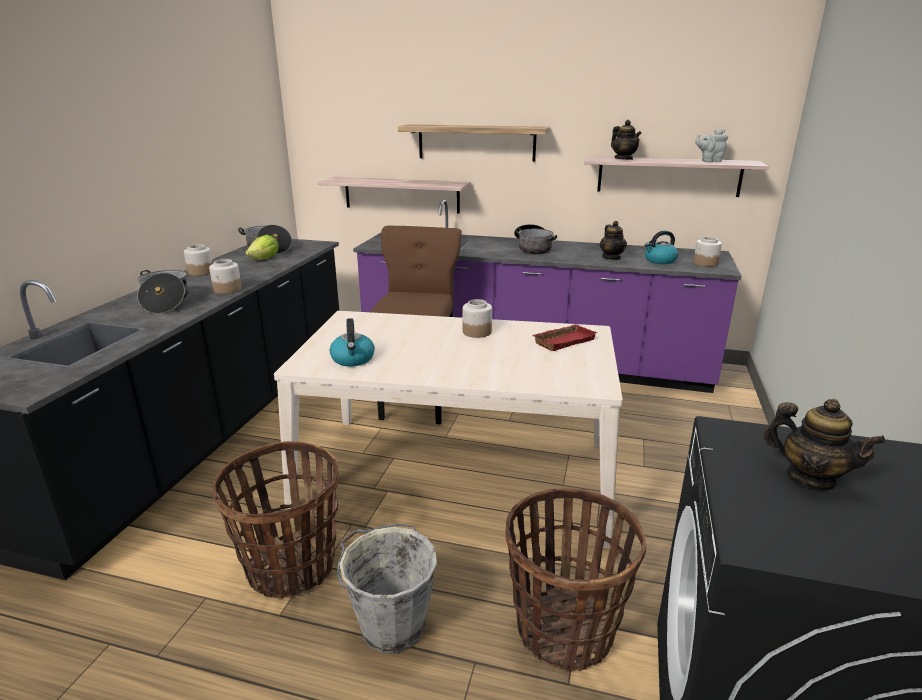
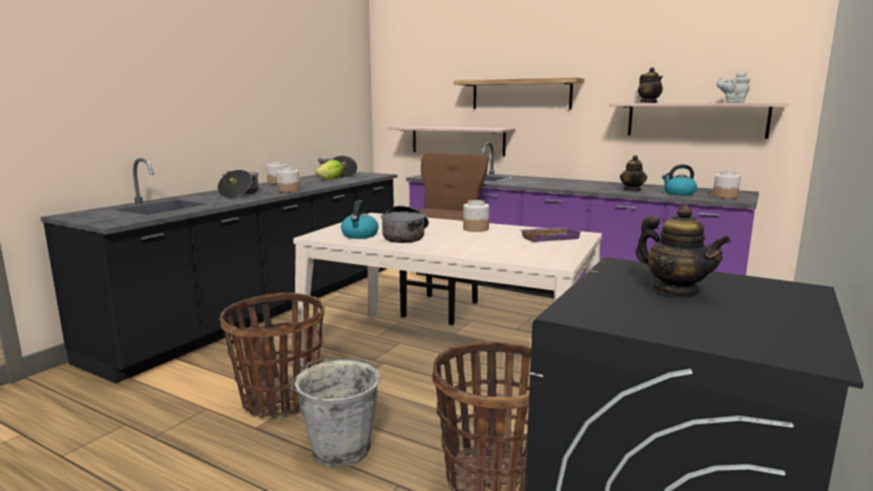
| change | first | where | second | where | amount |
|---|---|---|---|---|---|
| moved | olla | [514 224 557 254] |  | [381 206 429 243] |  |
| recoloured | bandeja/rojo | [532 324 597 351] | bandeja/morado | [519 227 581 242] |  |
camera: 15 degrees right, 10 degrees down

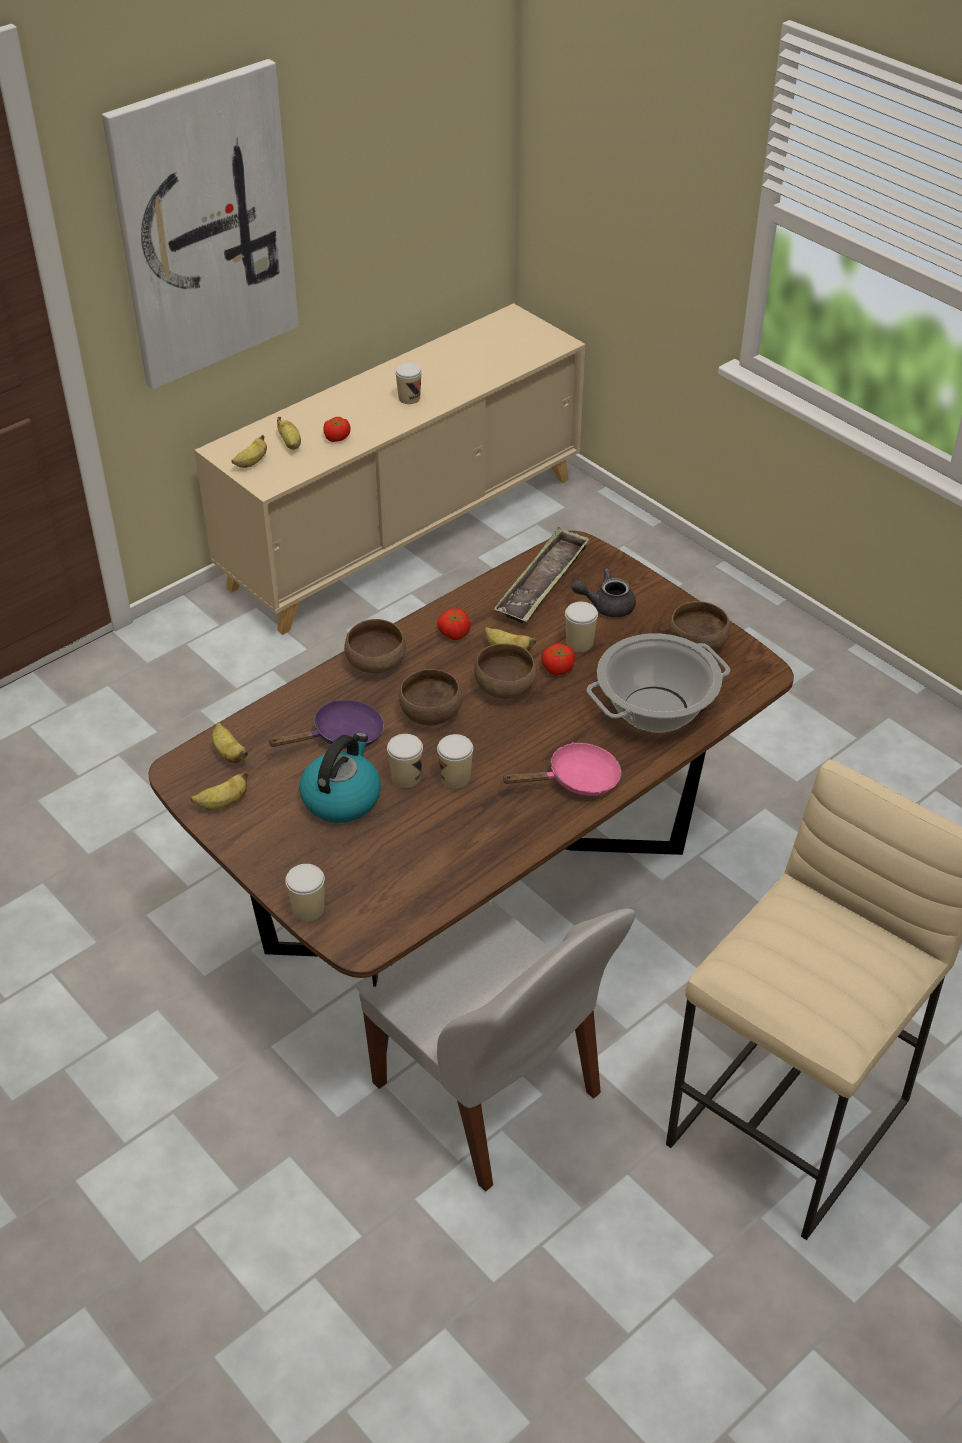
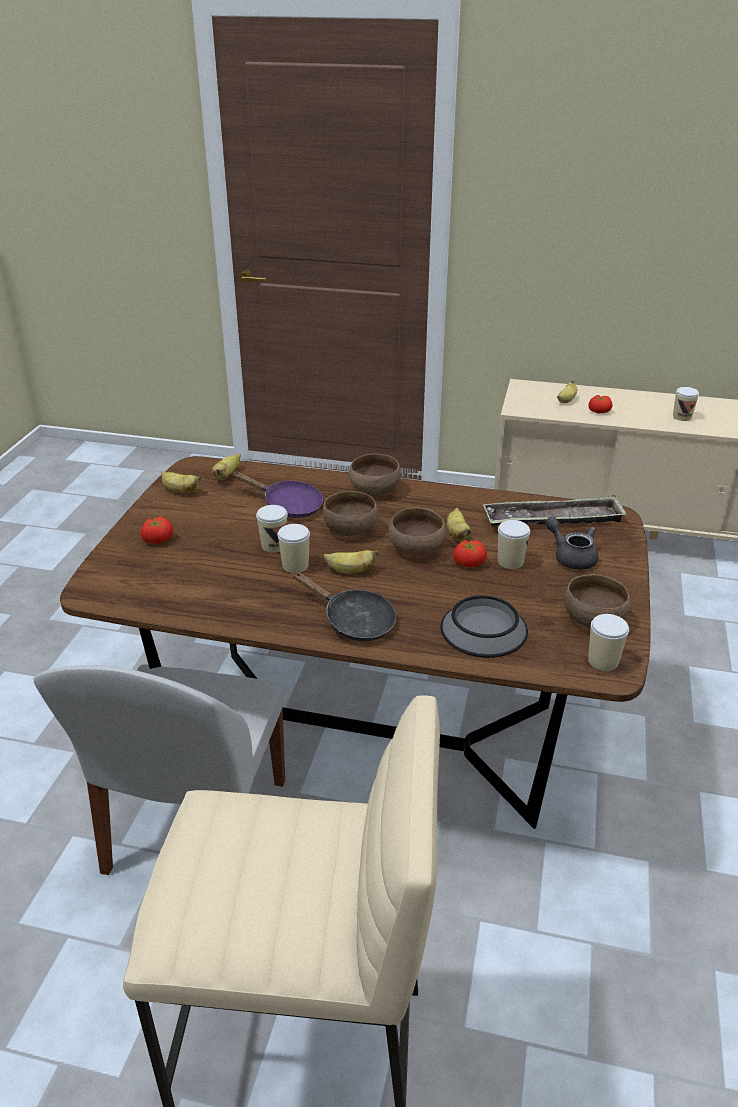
| change | first | where | second | where | amount |
|---|---|---|---|---|---|
| removed | cuadro | [102 59 299 389] |  |  |  |
| moved | plátano | [231 435 267 468] |  | [323 550 378 573] |  |
| moved | tomate | [437 608 471 640] |  | [141 517 174 544] |  |
| replaced | olla | [587 633 730 733] | cuenco | [440 595 528 658] |  |
| removed | hervidor | [299 733 381 823] |  |  |  |
| recoloured | sartén/rosa | [501 742 622 796] | sartén/negro | [293 572 396 641] |  |
| moved | taza | [285 864 325 922] |  | [588 614 629 671] |  |
camera: 55 degrees right, 10 degrees down

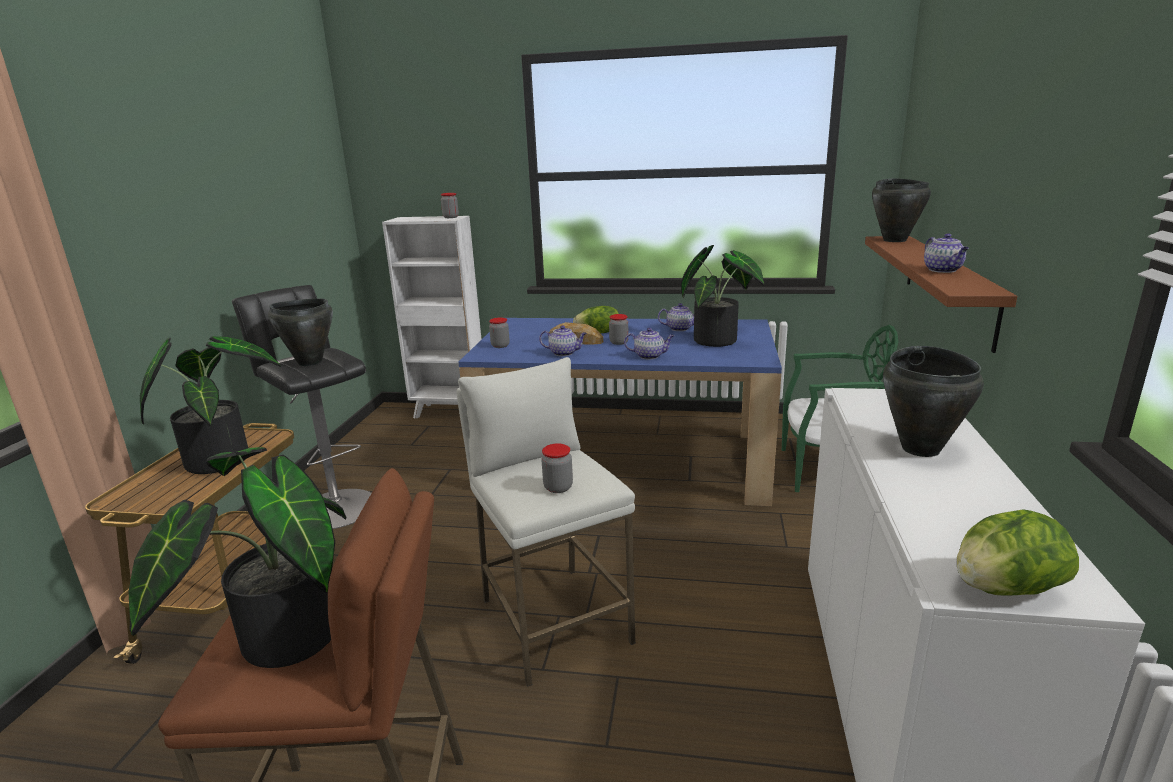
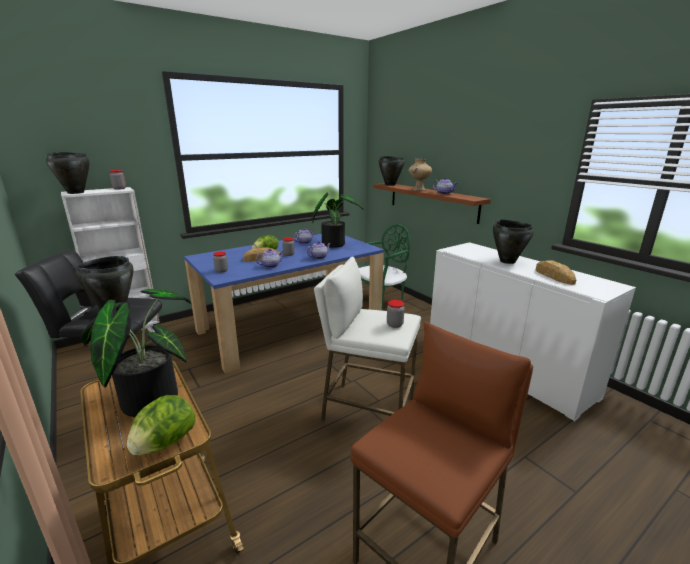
| change | first | where | second | where | amount |
|---|---|---|---|---|---|
| removed | planta en maceta | [128 447 346 668] |  |  |  |
| moved | lechuga | [957 509 1079 595] |  | [127 395 195 456] |  |
| added |  |  | olla/negro | [46 152 90 194] |  |
| added |  |  | florero/beis | [409 159 432 191] |  |
| added |  |  | pan | [536 260 576 285] |  |
camera: 45 degrees left, 0 degrees up

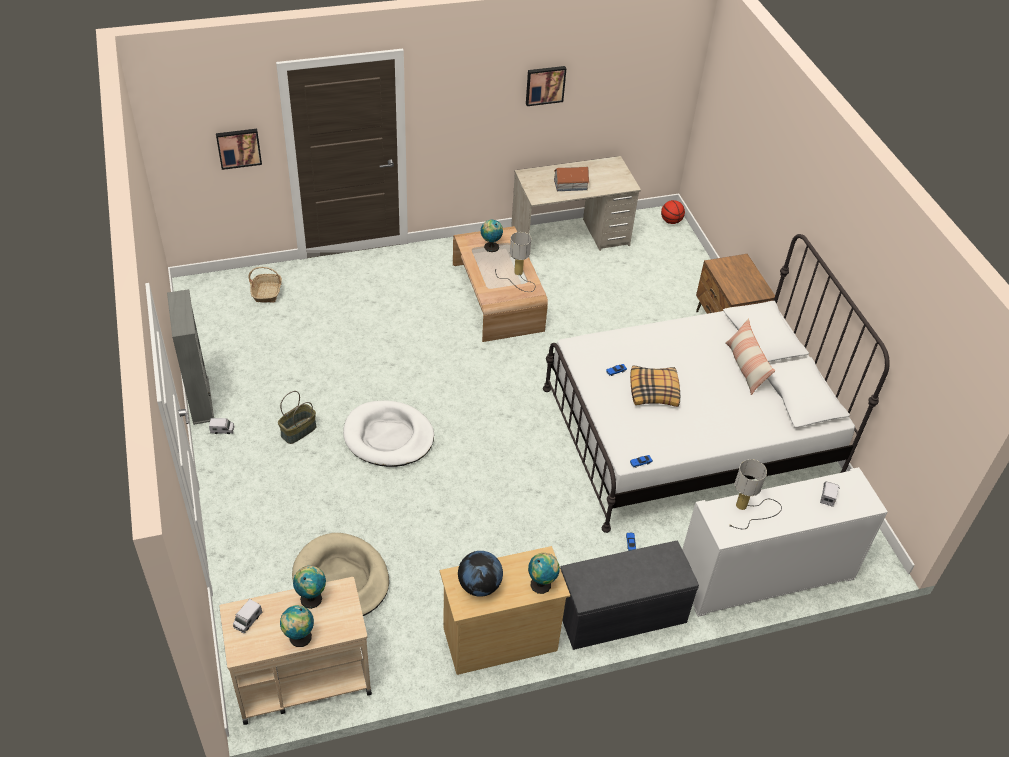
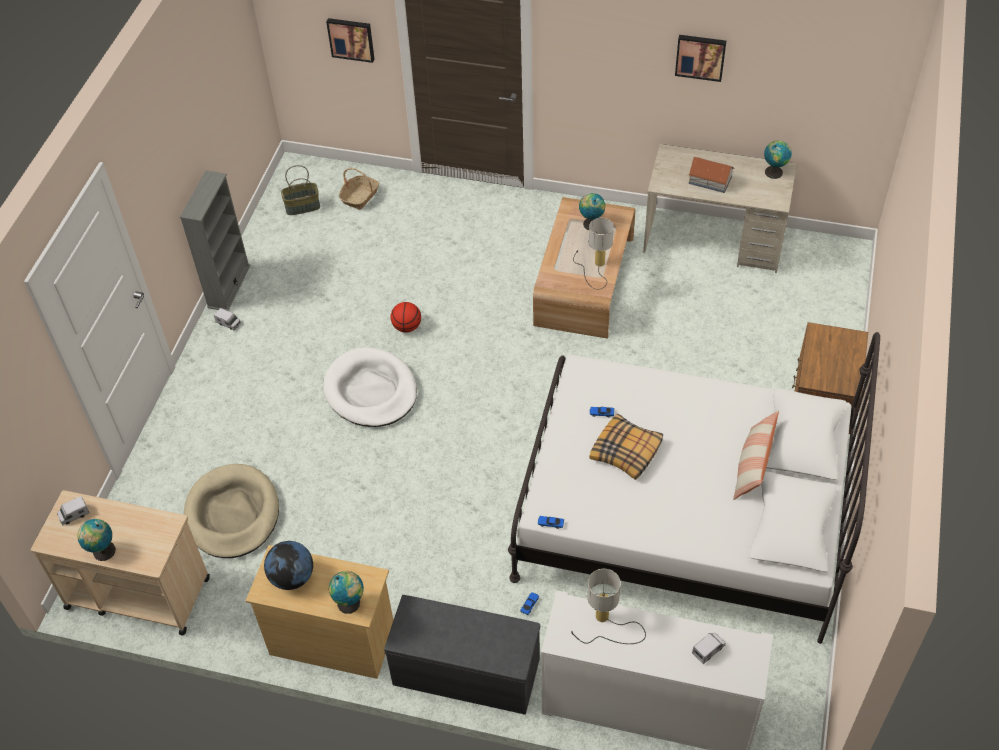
| change | first | where | second | where | amount |
|---|---|---|---|---|---|
| moved | balón de baloncesto | [661 200 685 224] |  | [391 302 421 333] |  |
| moved | cesta | [278 391 317 444] |  | [281 165 320 215] |  |
| moved | globo terráqueo | [293 566 326 609] |  | [764 140 792 179] |  |
camera: 35 degrees right, 5 degrees up

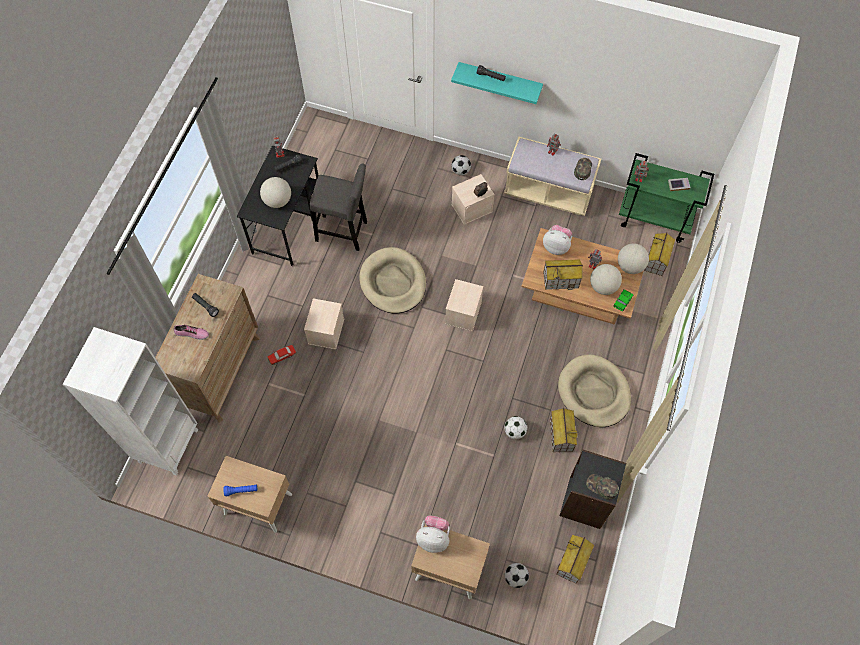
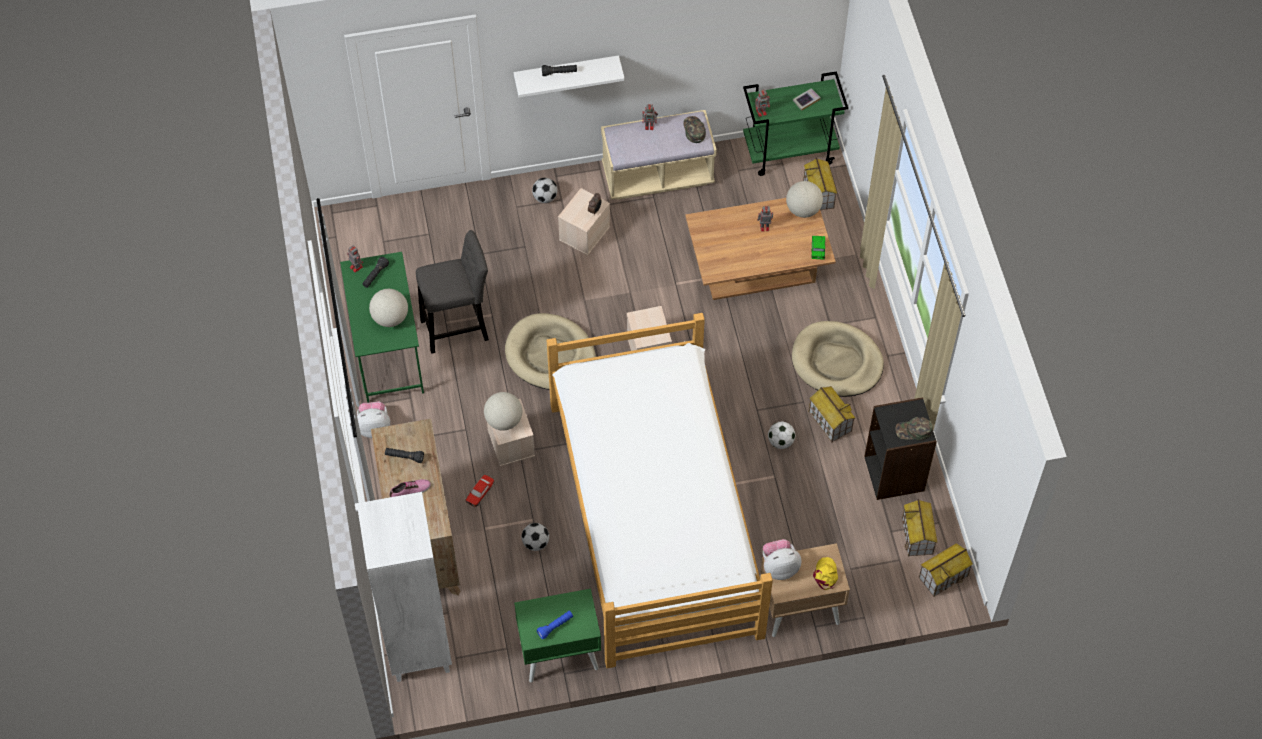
| change | first | where | second | where | amount |
|---|---|---|---|---|---|
| recoloured | estante/turquesa | [451 62 543 104] | estante/blanco | [514 55 625 98] |  |
| recoloured | escritorio/negro | [237 145 318 266] | escritorio/verde | [340 252 424 403] |  |
| moved | peluche | [543 225 572 255] |  | [357 401 390 438] |  |
| moved | casita | [543 259 583 290] |  | [919 543 973 597] |  |
| moved | globo terráqueo | [590 264 622 295] |  | [484 392 522 431] |  |
| recoloured | mesita de noche/beis | [207 456 292 533] | mesita de noche/verde | [514 589 601 683] |  |
| moved | balón de fútbol | [505 563 529 588] |  | [521 523 549 551] |  |
| added |  |  | cama | [547 313 773 668] |  |
| added |  |  | gorra/amarillo | [813 557 838 590] |  |
camera: 30 degrees left, 5 degrees down

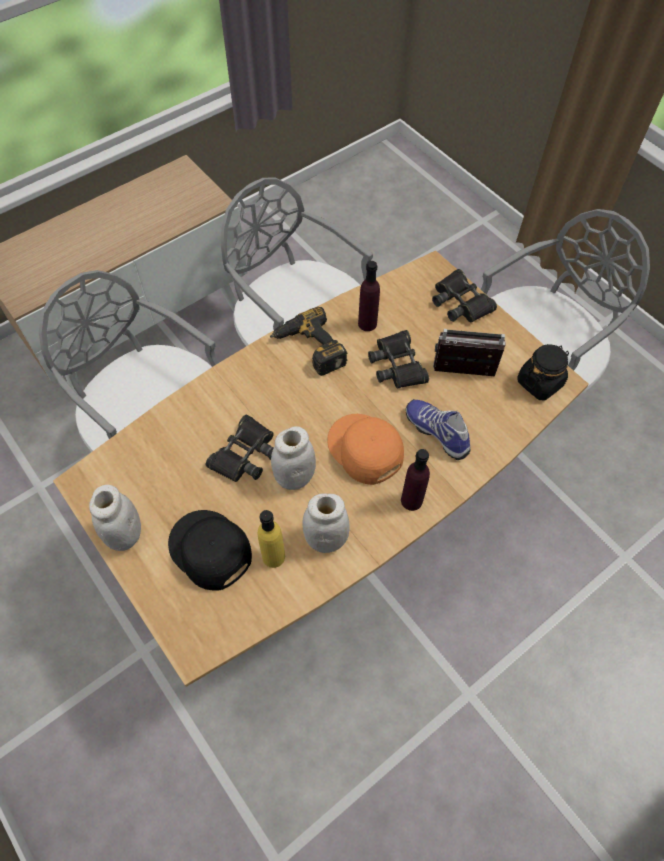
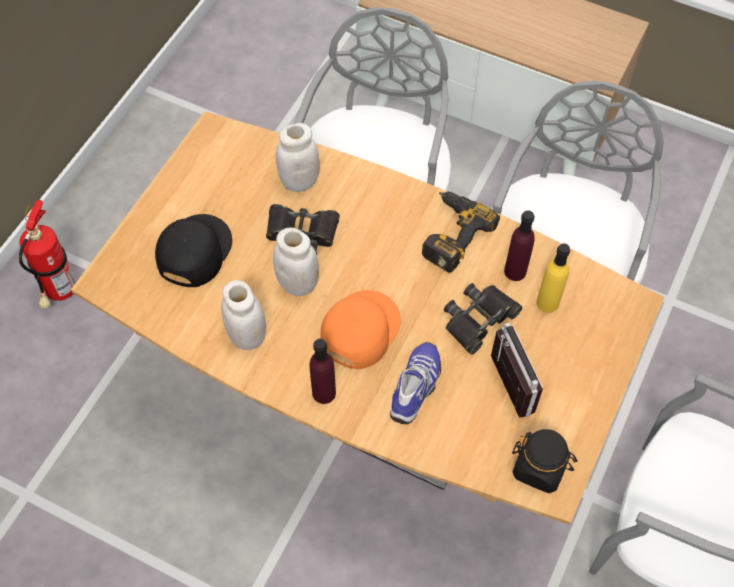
| change | first | where | second | where | amount |
|---|---|---|---|---|---|
| removed | prismáticos/negro | [432 269 497 322] |  |  |  |
| moved | tarro/blanco | [89 485 141 551] |  | [276 123 320 192] |  |
| moved | botella/amarillo | [257 510 285 568] |  | [537 243 570 313] |  |
| added |  |  | extintor | [19 200 77 309] |  |
camera: 65 degrees right, 0 degrees up

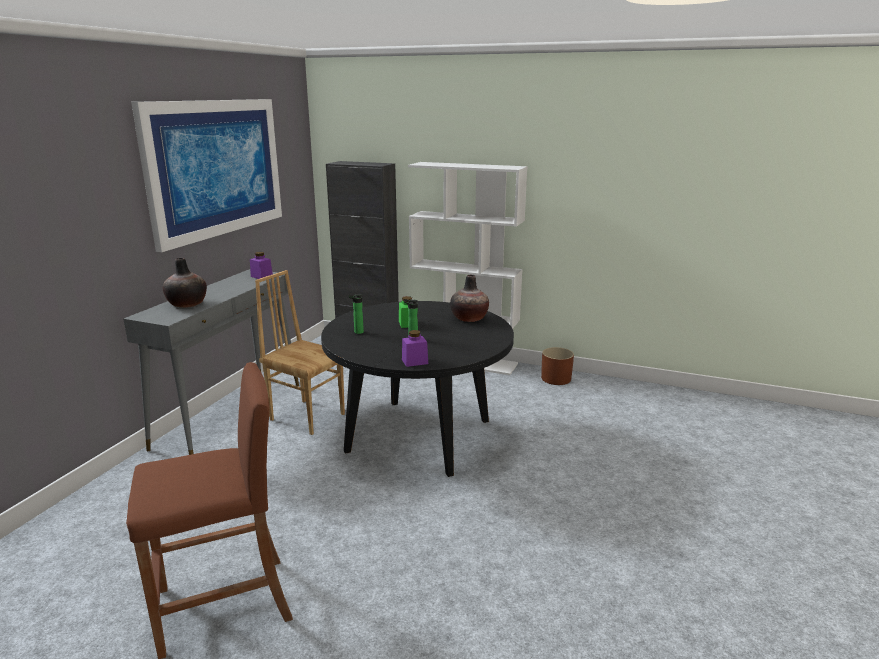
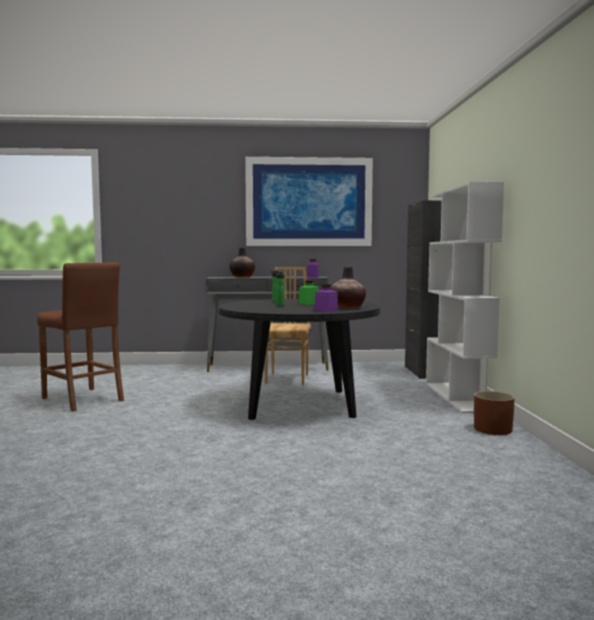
| change | first | where | second | where | amount |
|---|---|---|---|---|---|
| moved | tarro/morado | [402 330 428 367] |  | [314 284 338 312] |  |
camera: 65 degrees right, 15 degrees down

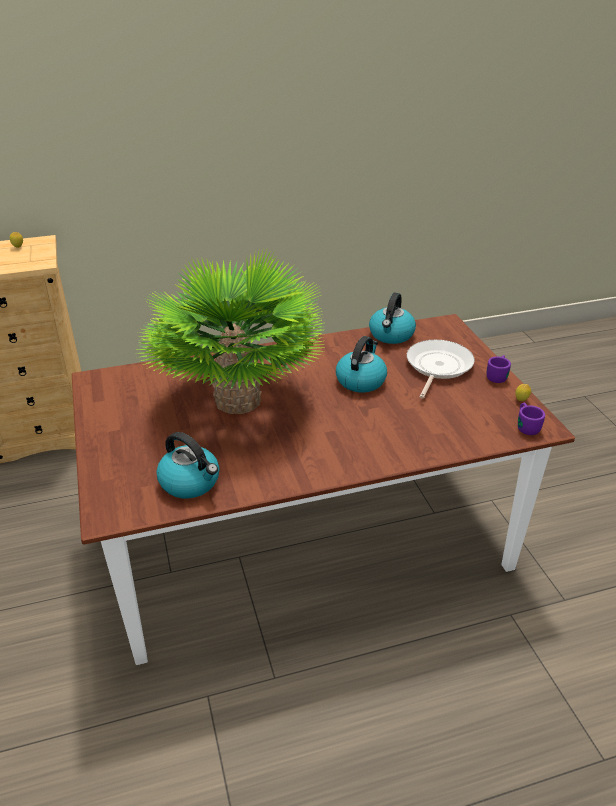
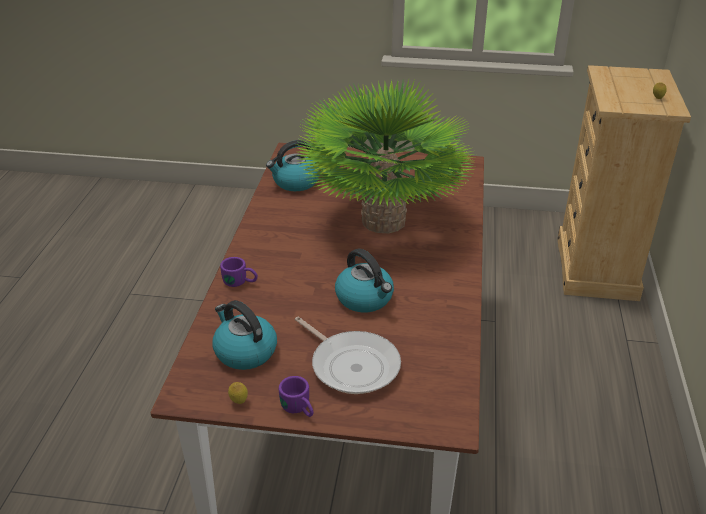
| change | first | where | second | where | amount |
|---|---|---|---|---|---|
| moved | hervidor | [369 293 416 344] |  | [213 300 277 370] |  |
| moved | taza grande/morado | [518 403 545 435] |  | [220 257 258 287] |  |
camera: 115 degrees right, 0 degrees up

